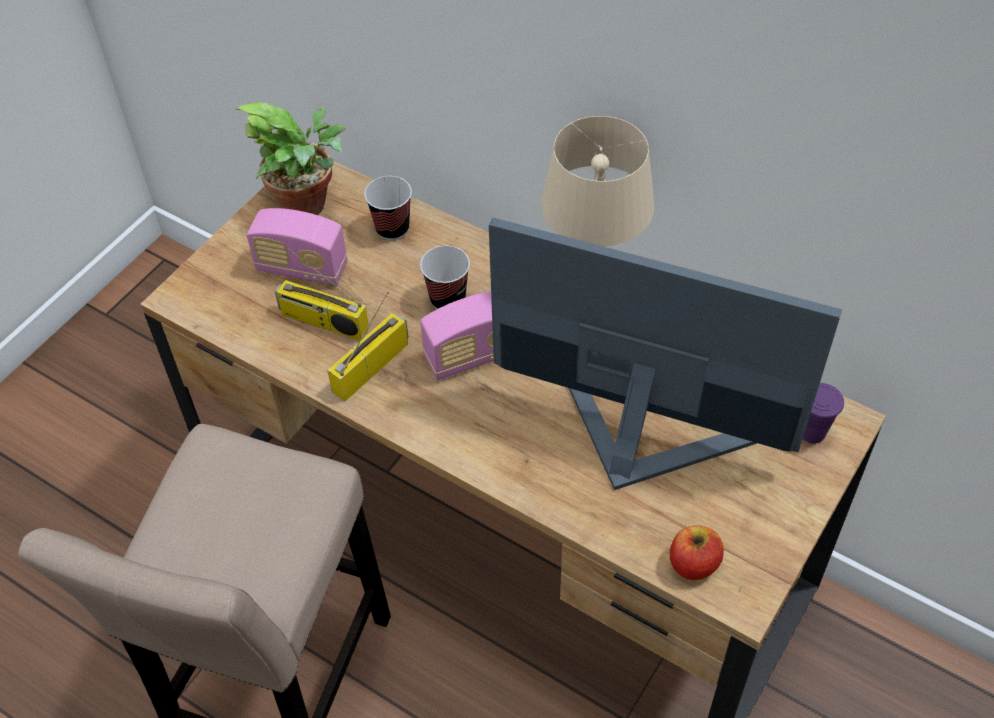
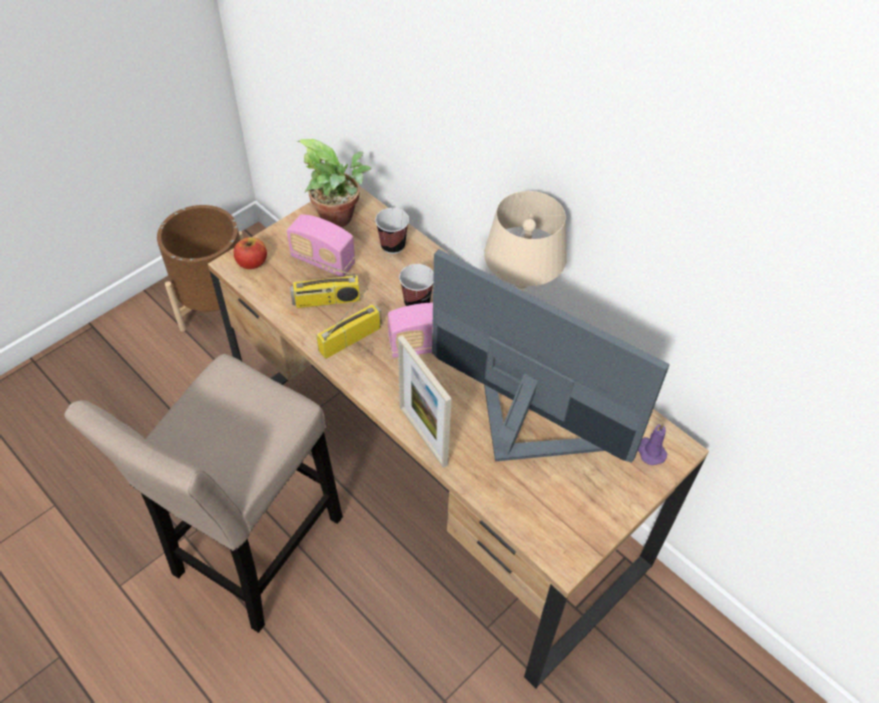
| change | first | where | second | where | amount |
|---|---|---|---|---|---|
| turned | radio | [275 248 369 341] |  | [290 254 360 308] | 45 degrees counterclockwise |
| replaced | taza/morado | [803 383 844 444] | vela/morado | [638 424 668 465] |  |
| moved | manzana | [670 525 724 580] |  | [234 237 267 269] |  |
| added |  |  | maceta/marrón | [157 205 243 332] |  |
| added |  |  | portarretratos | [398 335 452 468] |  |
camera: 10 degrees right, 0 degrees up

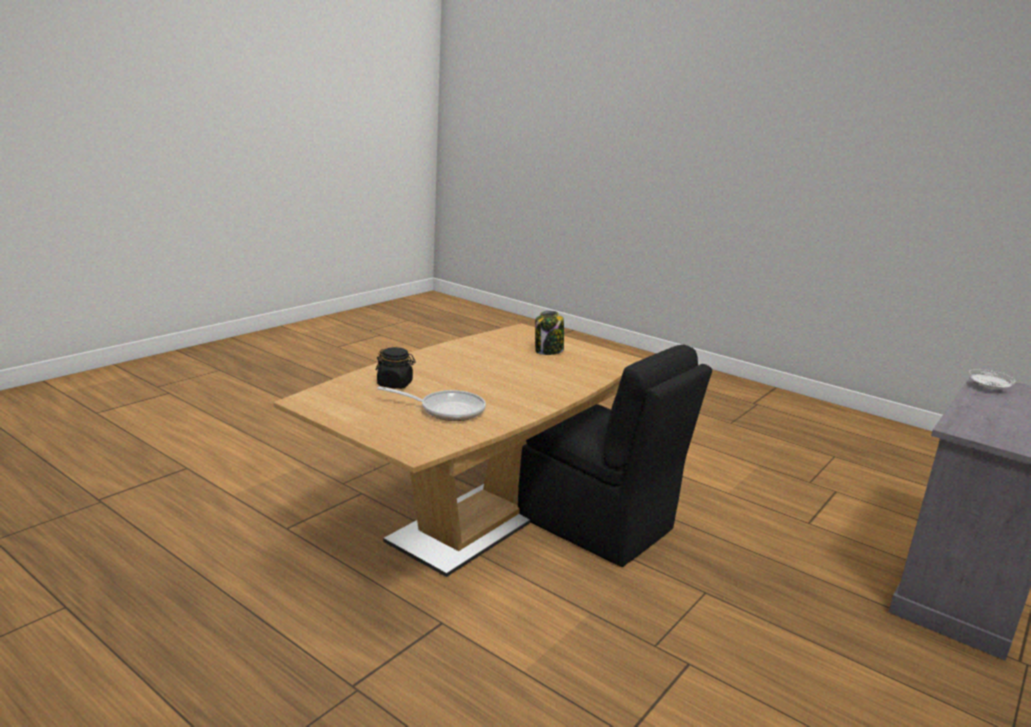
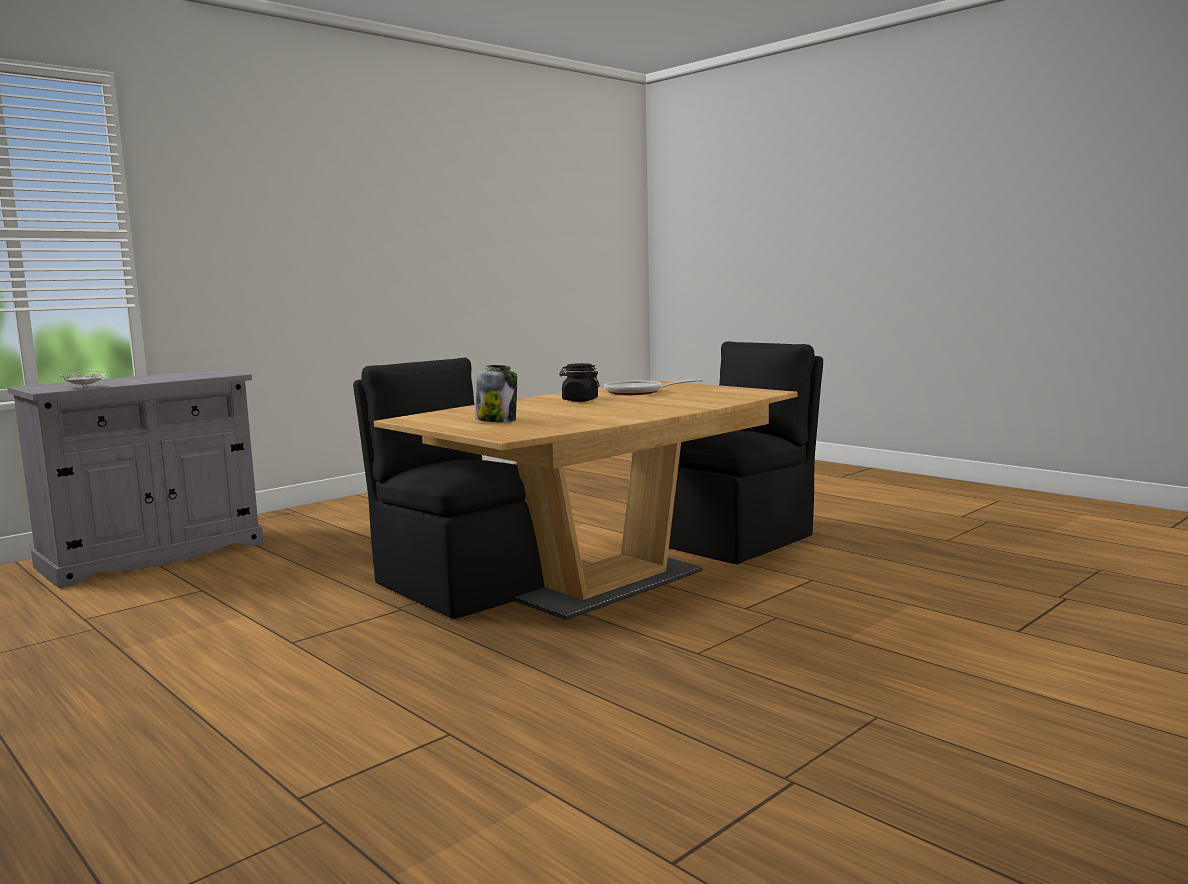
| change | first | where | second | where | amount |
|---|---|---|---|---|---|
| moved | tarro/negro | [376 347 416 389] |  | [559 363 600 402] |  |
| added |  |  | silla/negro | [669 342 823 564] |  |
camera: 170 degrees left, 10 degrees down

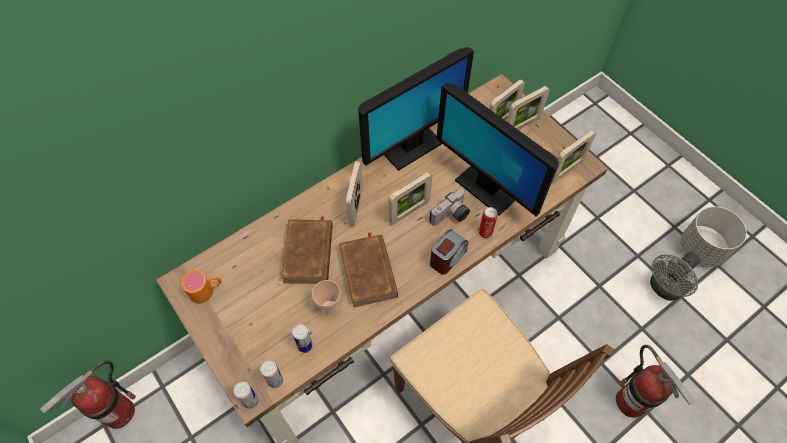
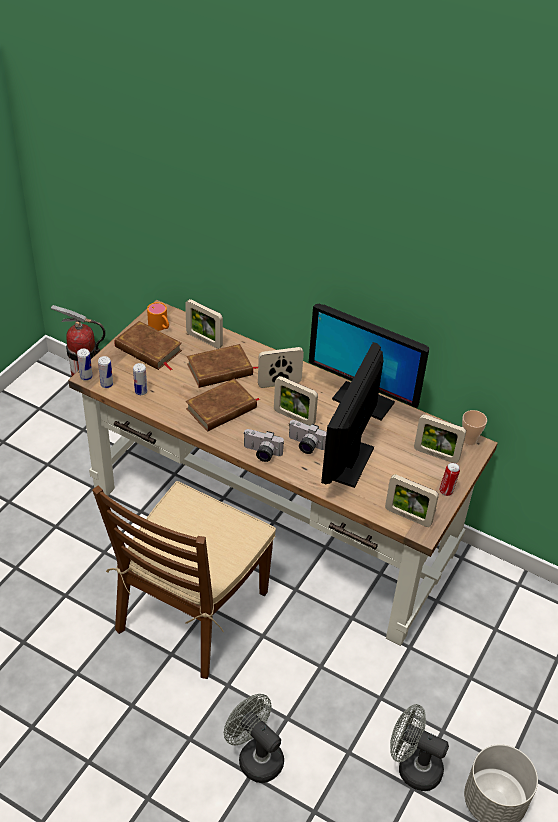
| change | first | where | second | where | amount |
|---|---|---|---|---|---|
| moved | portarretratos | [507 86 550 130] |  | [185 299 223 349] |  |
| moved | lata | [479 207 498 238] |  | [439 463 460 496] |  |
| replaced | despertador | [430 229 468 275] | cámara | [243 429 284 462] |  |
| moved | taza | [312 280 341 315] |  | [462 410 487 445] |  |
| replaced | extintor | [616 345 695 418] | ventilador/gris | [224 694 284 783] |  |
| added |  |  | libro/marrón | [115 321 182 370] |  |
camera: 65 degrees right, 15 degrees down

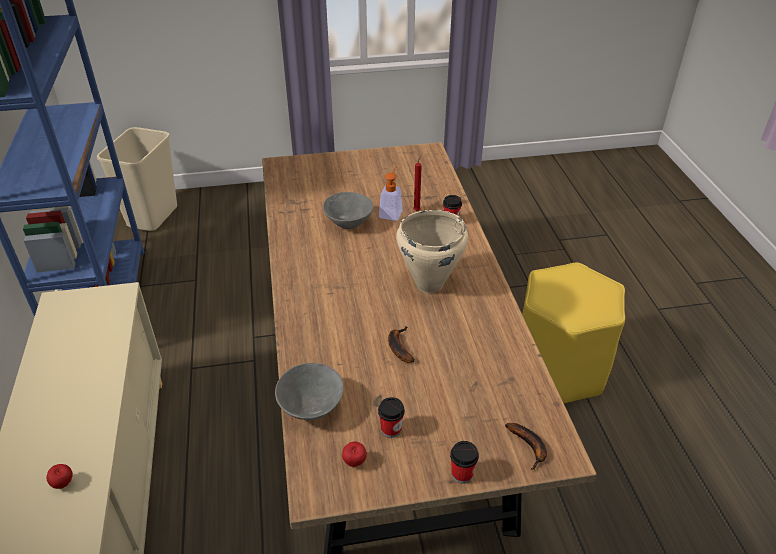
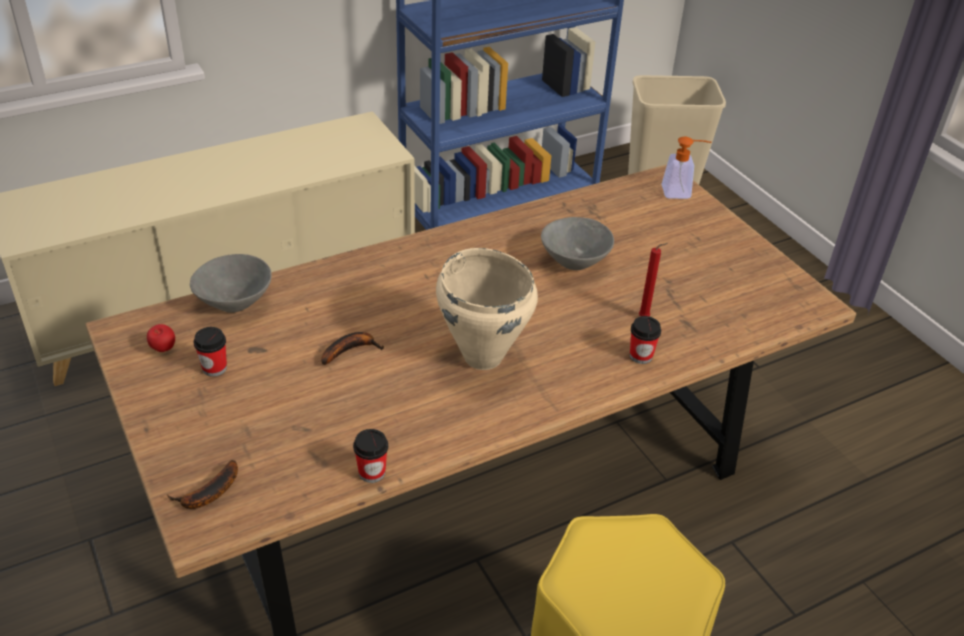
| change | first | where | second | where | amount |
|---|---|---|---|---|---|
| moved | dispensador de jabón | [379 167 403 221] |  | [661 137 711 199] |  |
| moved | taza | [450 441 479 484] |  | [353 429 388 483] |  |
| removed | manzana | [46 464 73 489] |  |  |  |
camera: 70 degrees right, 0 degrees up

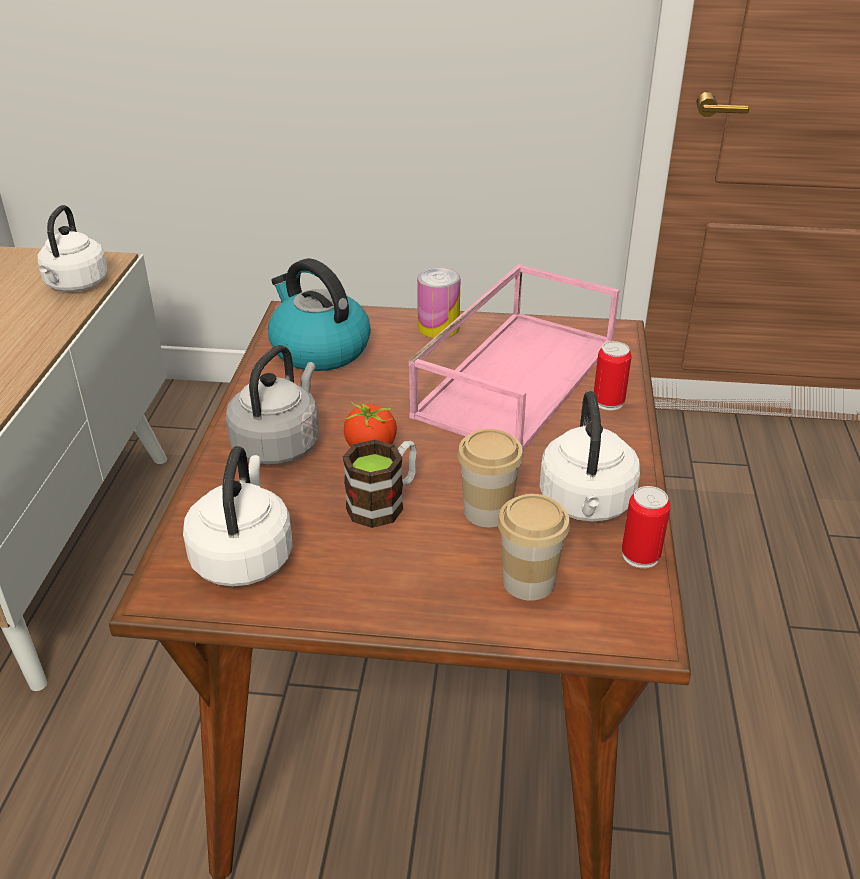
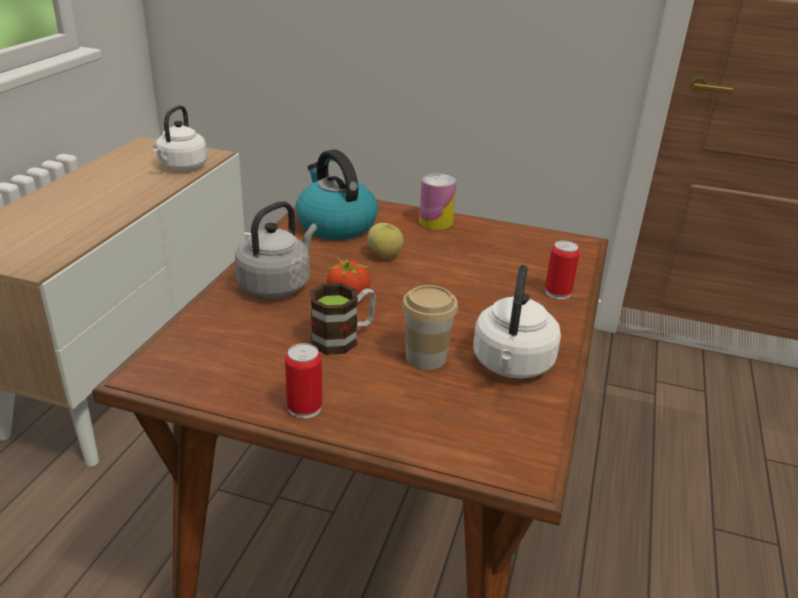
| change | first | where | second | where | amount |
|---|---|---|---|---|---|
| removed | bandeja/rosa | [409 264 620 450] |  |  |  |
| removed | hervidor/blanco | [183 446 293 586] |  |  |  |
| moved | lata | [622 486 670 568] |  | [285 343 322 419] |  |
| removed | taza | [497 494 570 601] |  |  |  |
| added |  |  | manzana | [367 223 403 259] |  |
camera: 10 degrees right, 5 degrees down

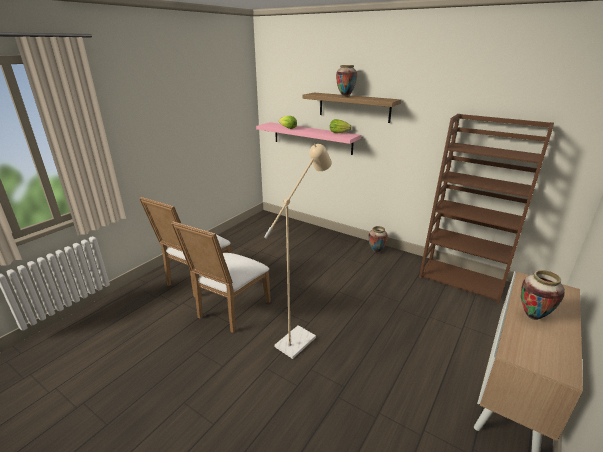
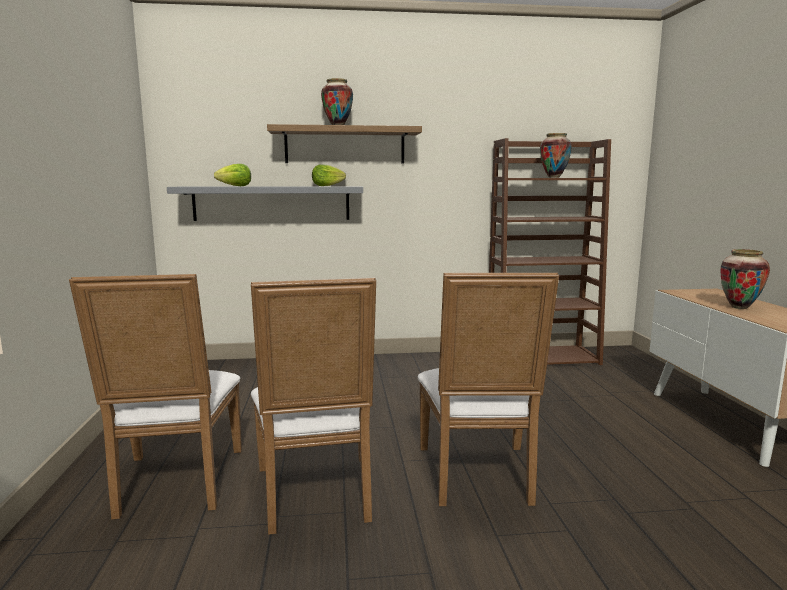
| change | first | where | second | where | amount |
|---|---|---|---|---|---|
| recoloured | estante/rosa | [256 122 361 155] | estante/gris | [167 186 363 221] |  |
| replaced | lámpara de pie/beis | [264 144 332 359] | silla/blanco | [418 273 559 506] |  |
| moved | florero | [369 226 388 253] |  | [540 133 572 178] |  |
camera: 40 degrees left, 15 degrees down

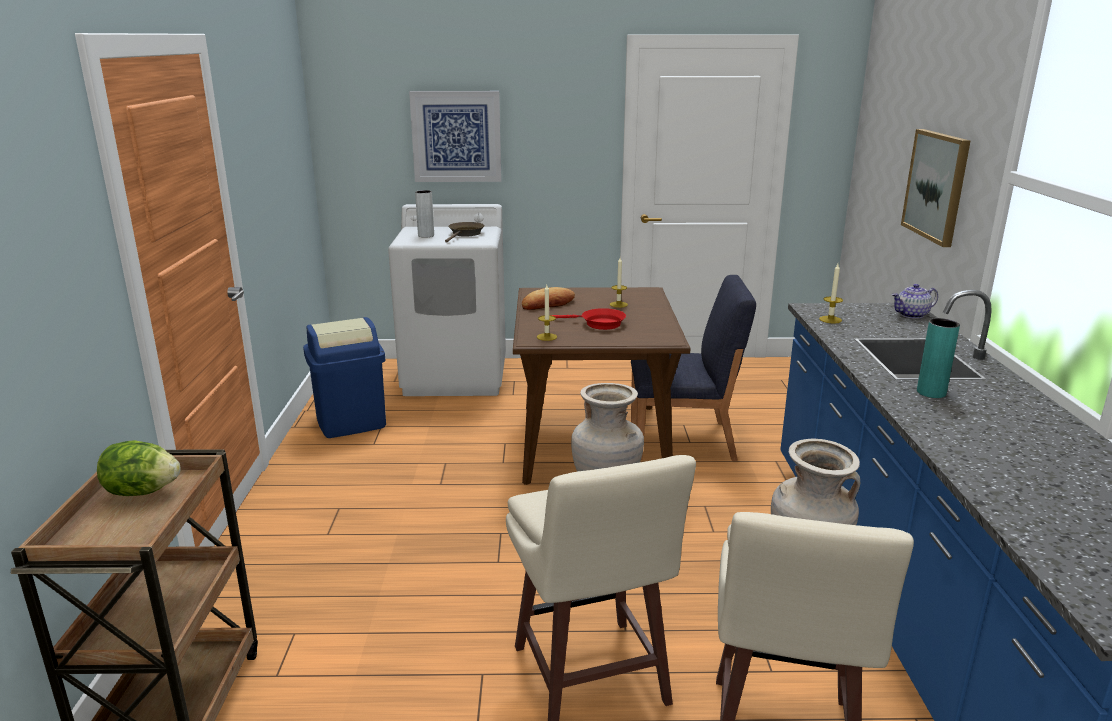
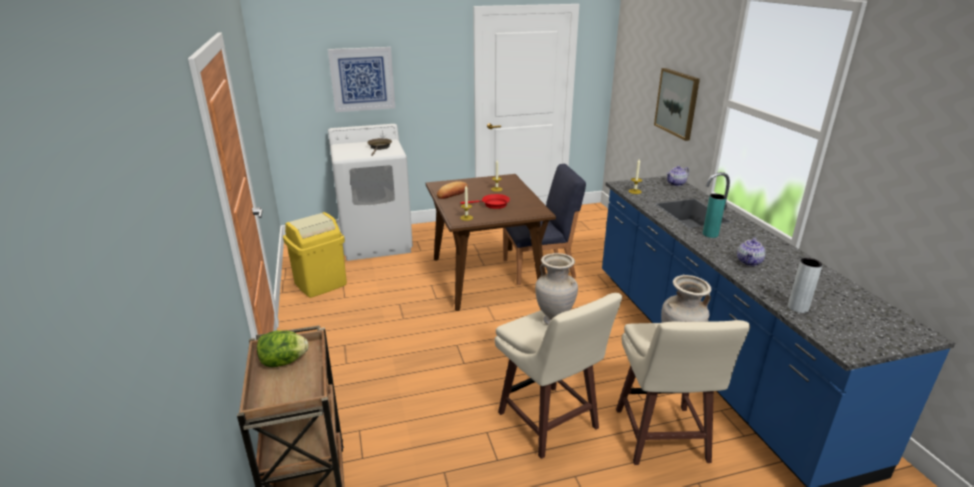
| change | first | where | second | where | amount |
|---|---|---|---|---|---|
| moved | florero/gris | [415 190 434 238] |  | [788 258 822 313] |  |
| recoloured | papelera/azul | [303 317 386 438] | papelera/amarillo | [283 212 347 298] |  |
| added |  |  | tetera | [737 237 766 266] |  |
camera: 15 degrees left, 5 degrees up

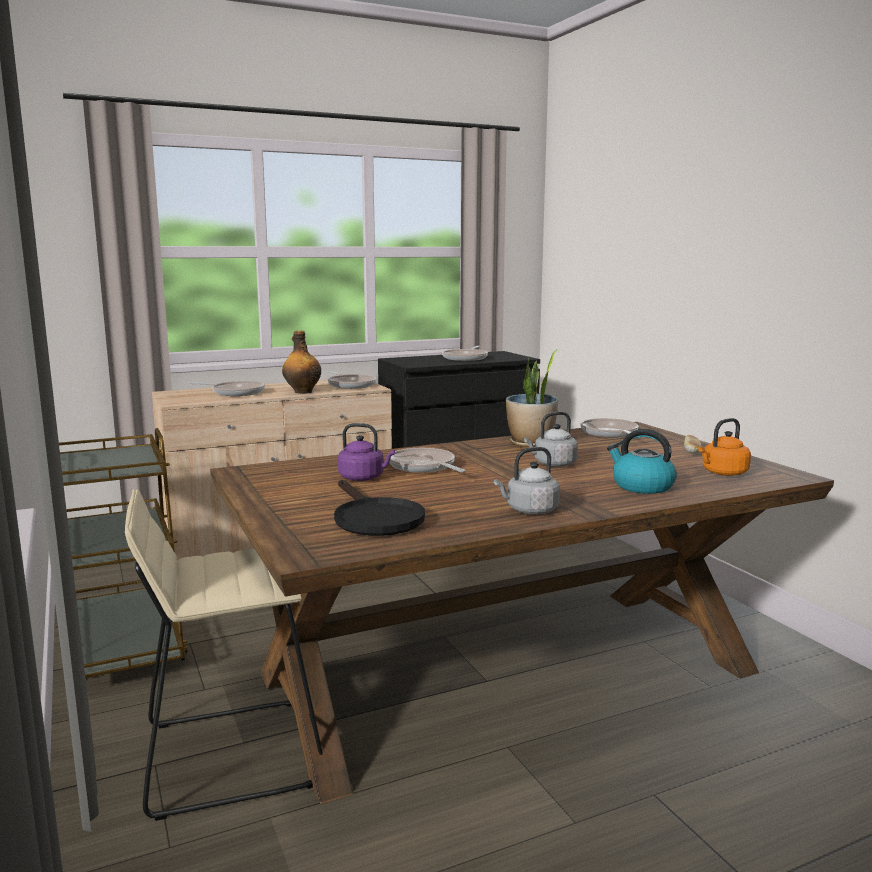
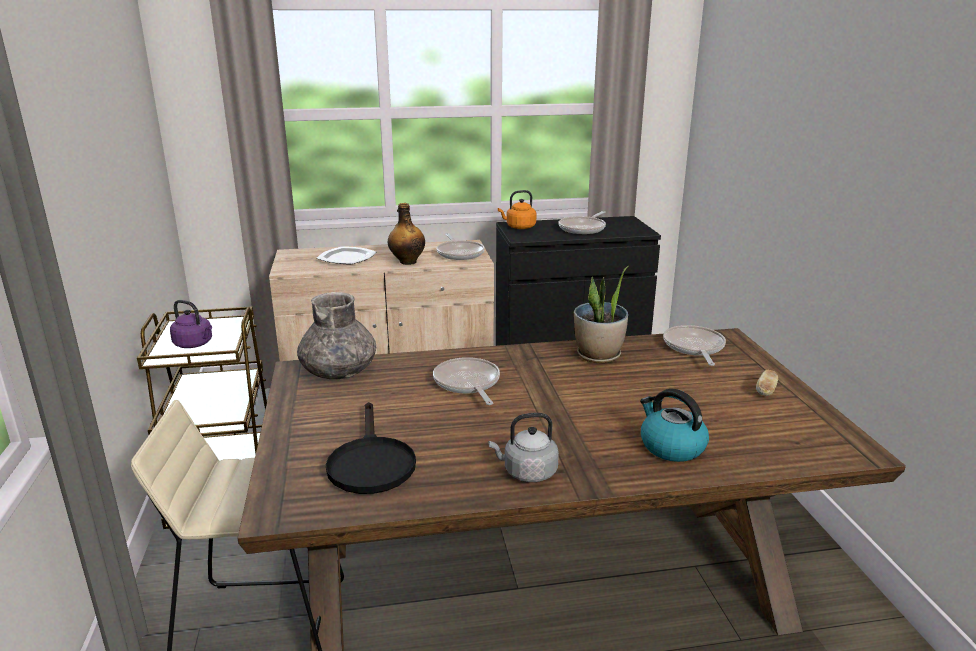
| change | first | where | second | where | amount |
|---|---|---|---|---|---|
| replaced | sartén | [188 381 265 396] | plato | [317 246 376 265] |  |
| removed | hervidor/gris | [524 412 578 467] |  |  |  |
| moved | hervidor/naranja | [698 418 751 476] |  | [498 190 536 229] |  |
| moved | hervidor/morado | [338 423 395 481] |  | [170 300 212 348] |  |
| added |  |  | florero/gris | [297 292 376 379] |  |
camera: 15 degrees right, 10 degrees up

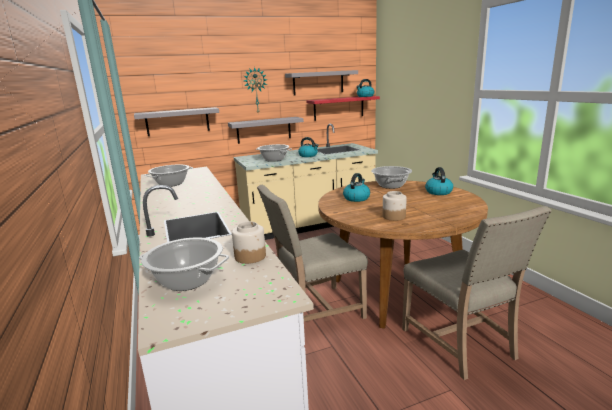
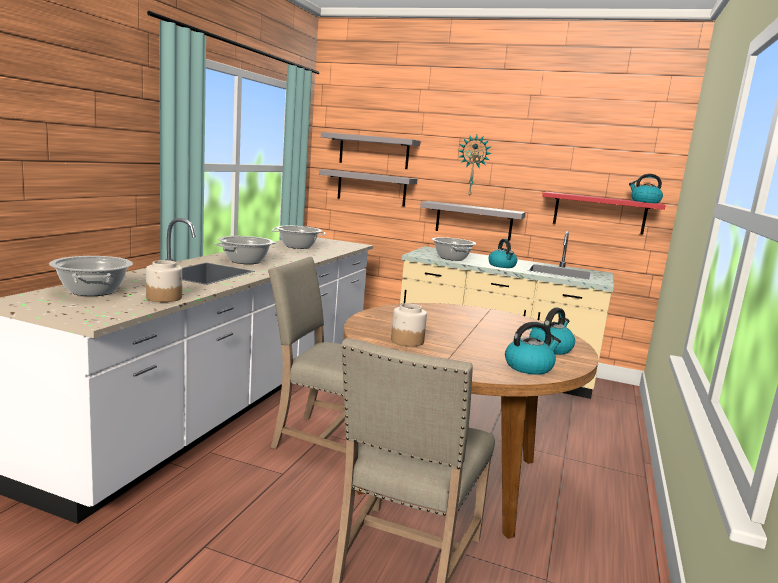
| change | first | where | second | where | amount |
|---|---|---|---|---|---|
| moved | estante/gris | [285 70 358 95] |  | [321 132 420 169] |  |
| moved | olla | [371 166 412 189] |  | [215 236 276 264] |  |
| moved | hervidor | [343 173 370 202] |  | [505 322 561 375] |  |
camera: 40 degrees right, 5 degrees down

